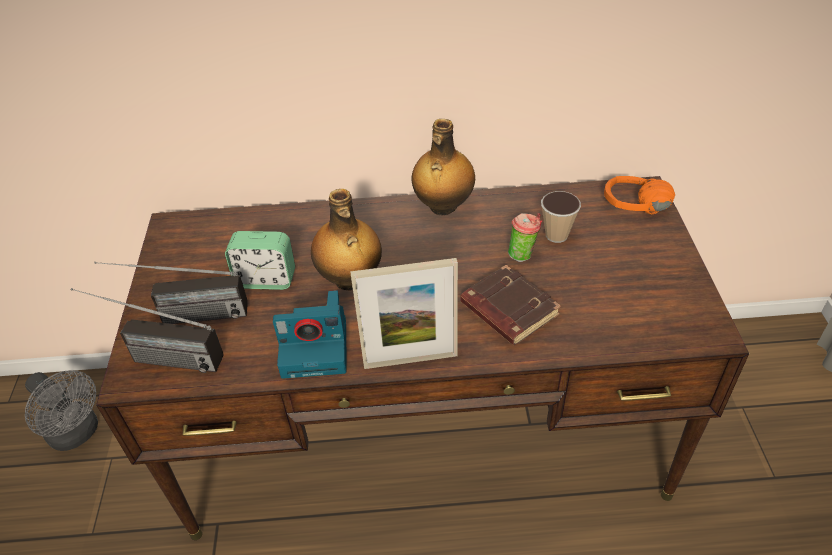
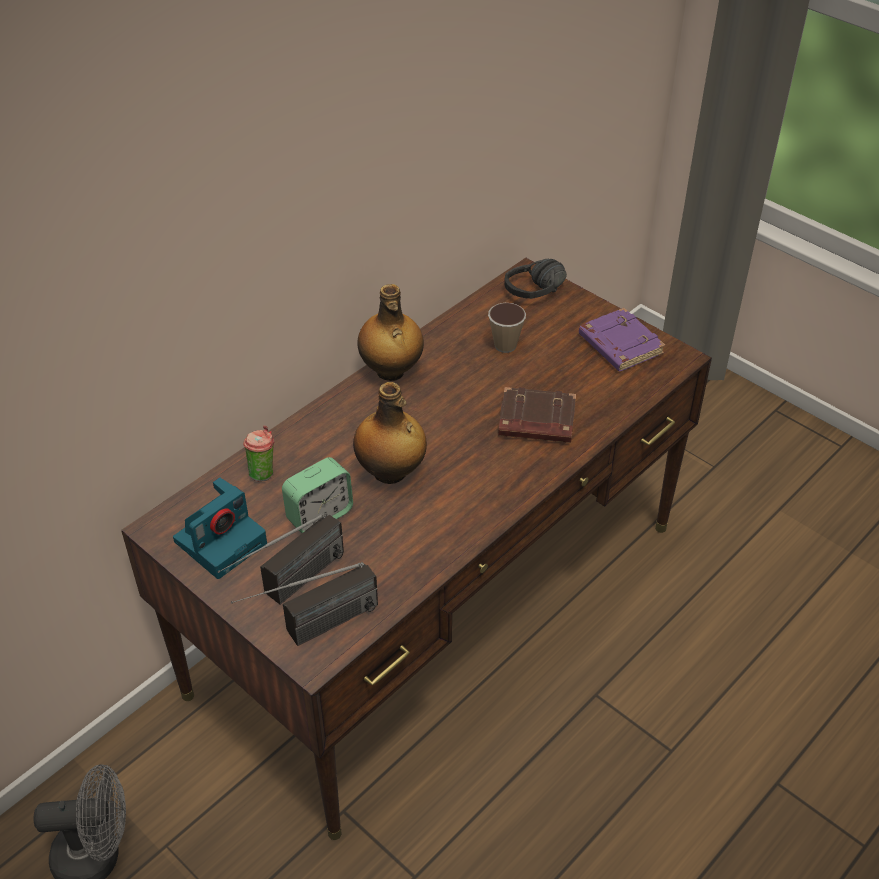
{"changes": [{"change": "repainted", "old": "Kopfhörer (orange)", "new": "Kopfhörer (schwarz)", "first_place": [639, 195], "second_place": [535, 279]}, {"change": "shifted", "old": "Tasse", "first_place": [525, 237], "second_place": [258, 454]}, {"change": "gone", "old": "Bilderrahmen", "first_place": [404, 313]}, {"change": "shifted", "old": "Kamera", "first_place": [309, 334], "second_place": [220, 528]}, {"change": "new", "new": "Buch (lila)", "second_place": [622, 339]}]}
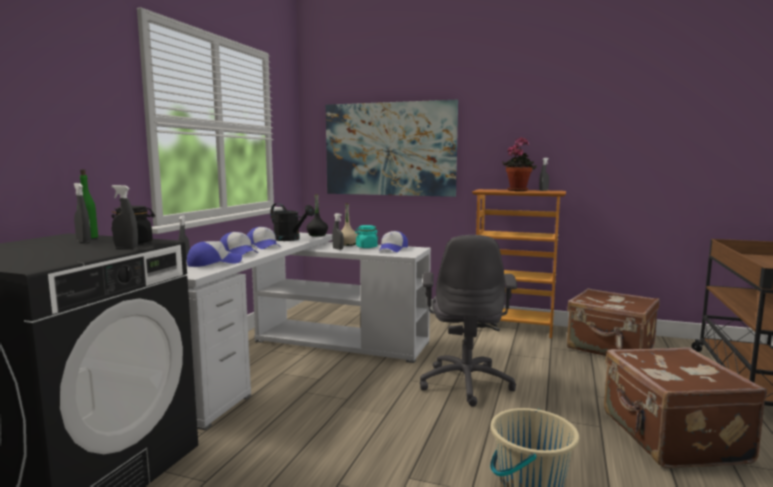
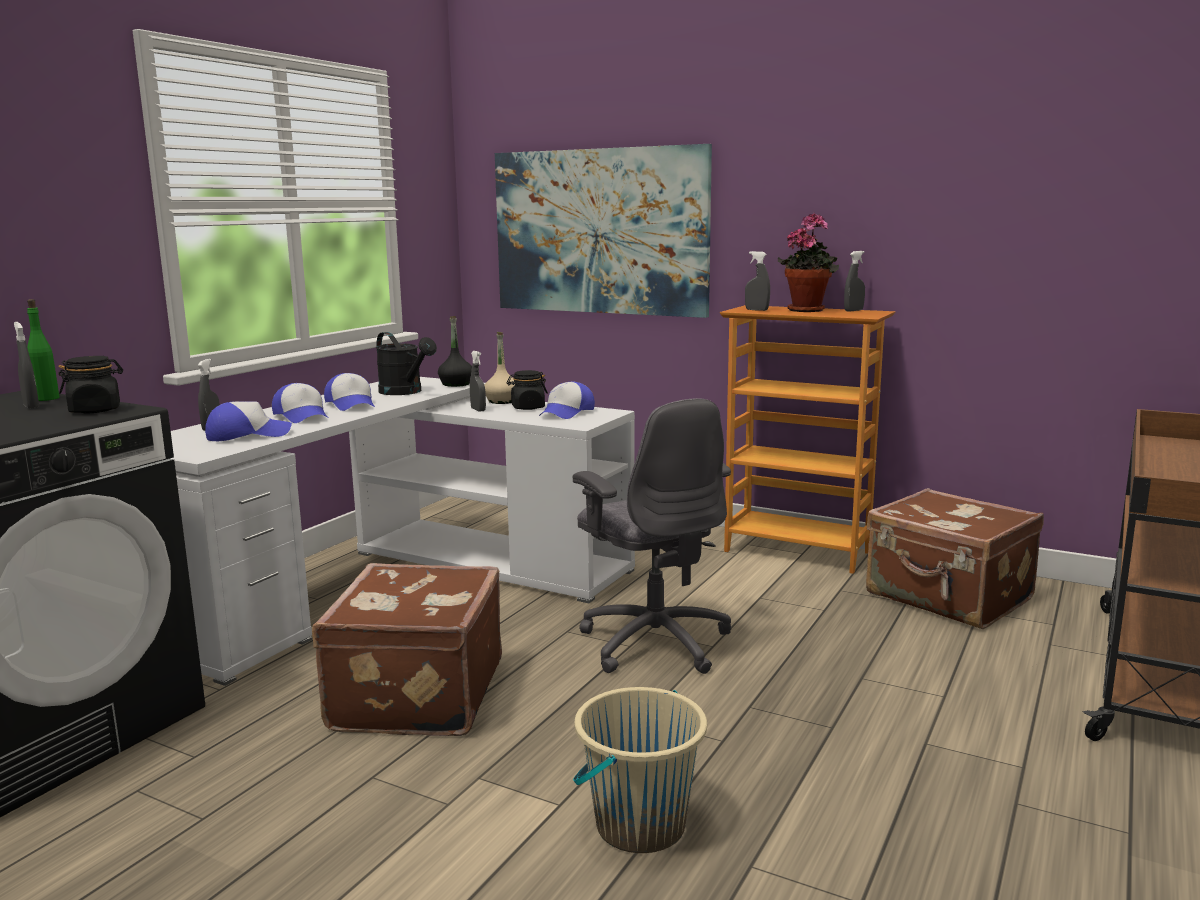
{"changes": [{"change": "shifted", "old": "Sprühflasche (grau)", "first_place": [125, 217], "second_place": [757, 281]}, {"change": "repainted", "old": "Vorratsglas (türkis)", "new": "Vorratsglas (schwarz)", "first_place": [366, 236], "second_place": [527, 390]}, {"change": "rotated", "old": "Bürostuhl (grau)", "first_place": [468, 320], "second_place": [652, 536], "degrees": -45}, {"change": "shifted", "old": "Koffer (braun)", "first_place": [685, 408], "second_place": [407, 649]}]}
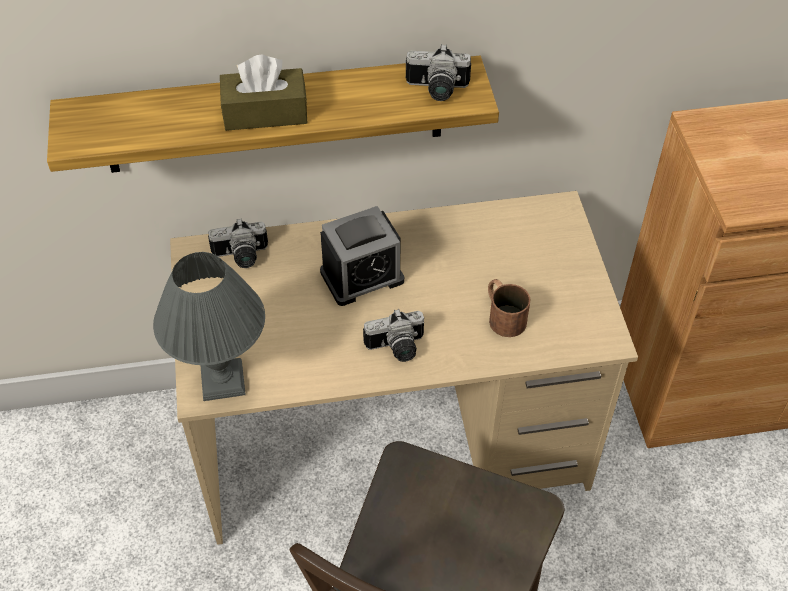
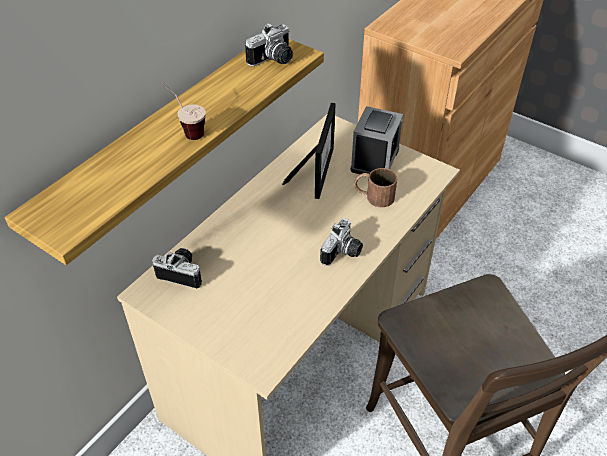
{"changes": [{"change": "swapped", "old": "Taschentuchbox (braun)", "new": "Tasse", "first_place": [264, 93], "second_place": [184, 111]}, {"change": "shifted", "old": "Wecker", "first_place": [362, 256], "second_place": [377, 140]}, {"change": "rotated", "old": "Kamera", "first_place": [238, 243], "second_place": [177, 268], "degrees": -105}, {"change": "gone", "old": "Tischlampe (grau)", "first_place": [209, 326]}, {"change": "new", "new": "Bilderrahmen", "second_place": [309, 151]}]}
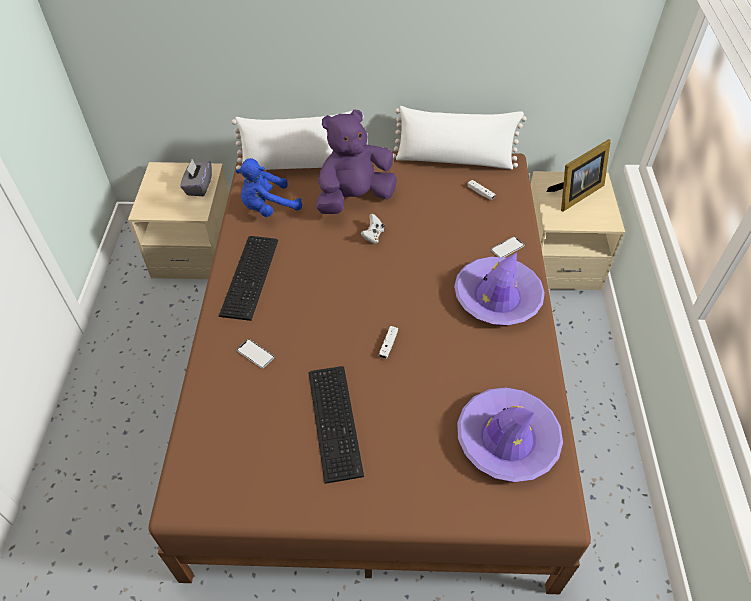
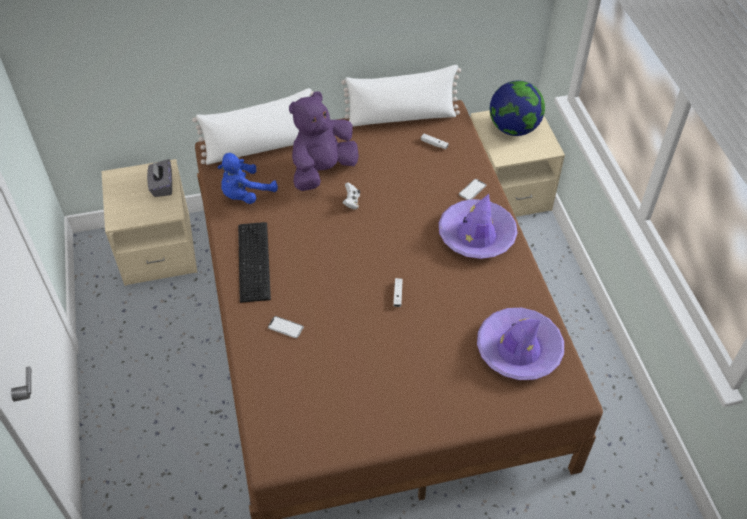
{"changes": [{"change": "swapped", "old": "Bilderrahmen", "new": "Globus", "first_place": [578, 175], "second_place": [517, 108]}, {"change": "gone", "old": "Tastatur", "first_place": [336, 425]}]}
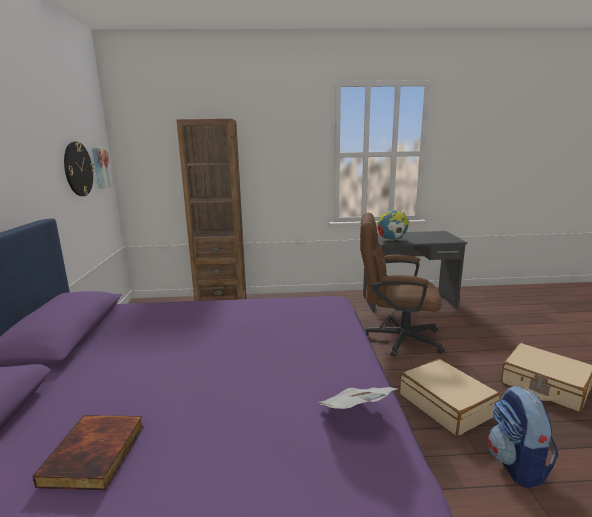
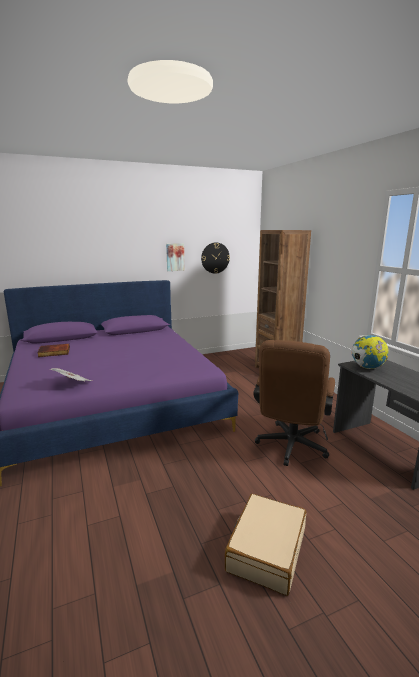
{"changes": [{"change": "shifted", "old": "Bild", "first_place": [102, 168], "second_place": [175, 257]}, {"change": "rotated", "old": "Bürostuhl (braun)", "first_place": [402, 285], "second_place": [294, 403], "degrees": -150}, {"change": "gone", "old": "Koffer (beige)", "first_place": [450, 397]}, {"change": "gone", "old": "Rucksack", "first_place": [523, 437]}]}
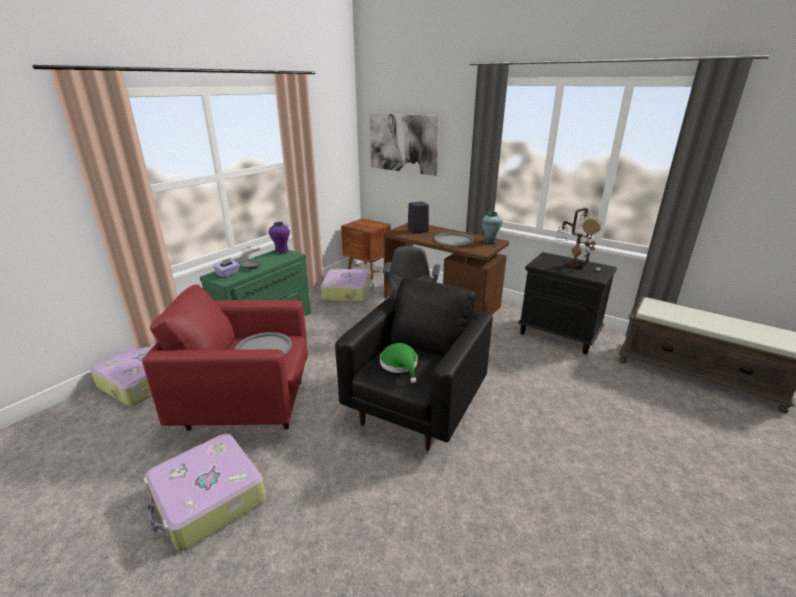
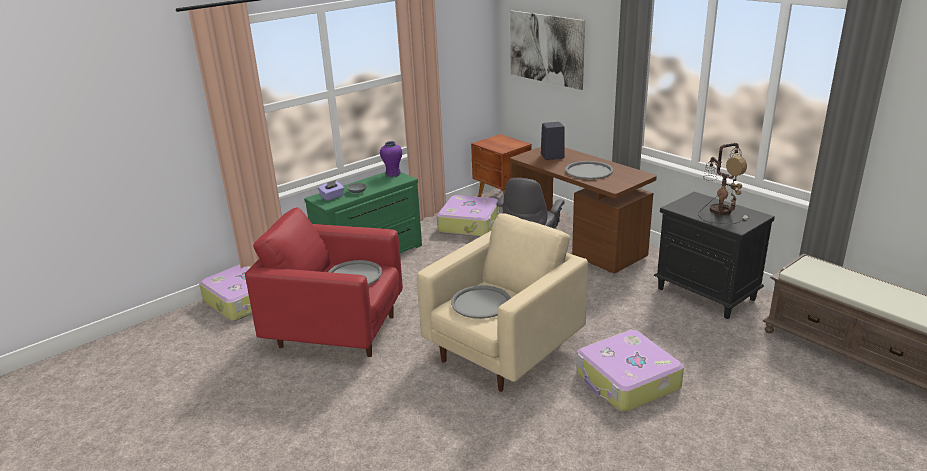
{"changes": [{"change": "gone", "old": "Vase (türkis)", "first_place": [492, 228]}, {"change": "repainted", "old": "Sessel (schwarz)", "new": "Sessel (beige)", "first_place": [414, 364], "second_place": [502, 302]}, {"change": "swapped", "old": "Hut (grün)", "new": "Tablett (grau)", "first_place": [399, 363], "second_place": [481, 302]}, {"change": "shifted", "old": "Koffer", "first_place": [204, 492], "second_place": [630, 371]}]}
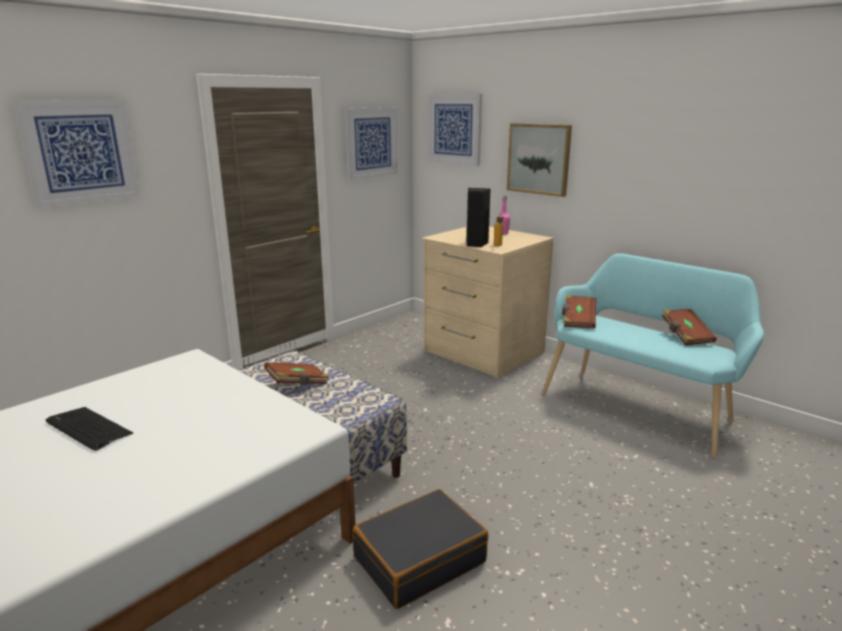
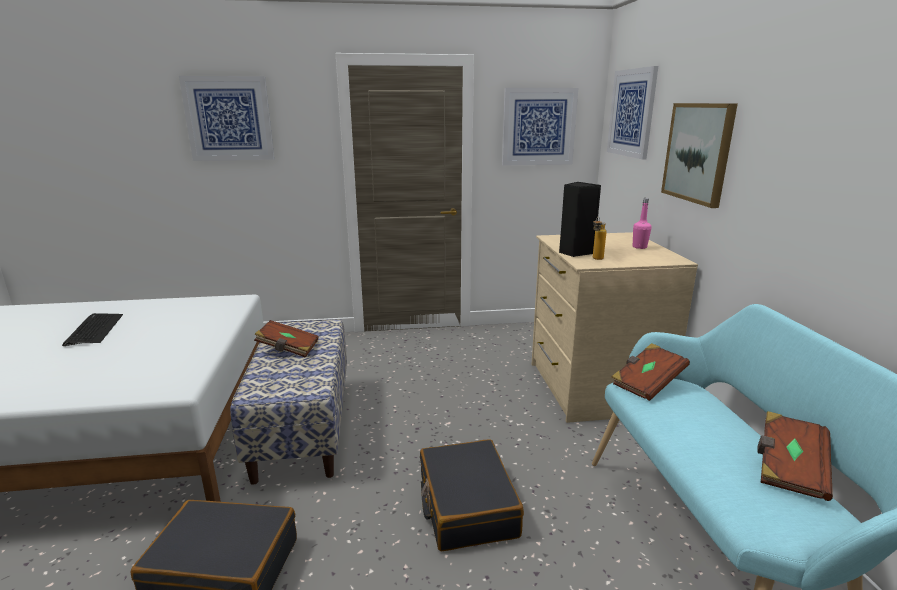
{"changes": [{"change": "new", "new": "Koffer (schwarz)", "second_place": [472, 495]}]}
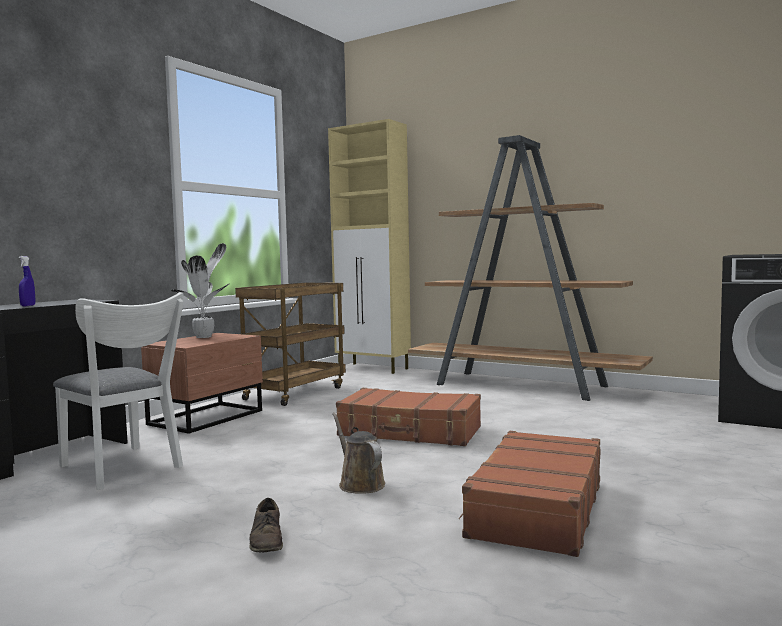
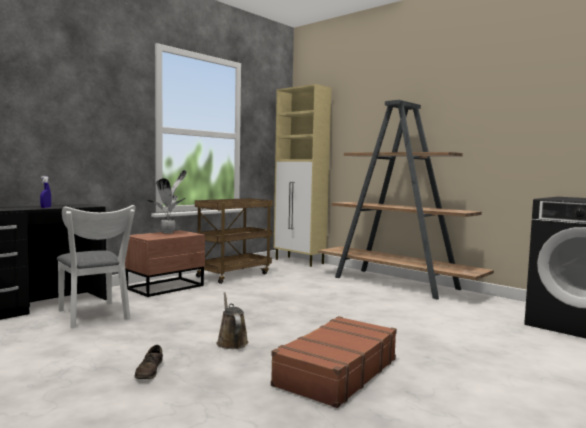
{"changes": [{"change": "gone", "old": "Koffer (braun)", "first_place": [408, 417]}]}
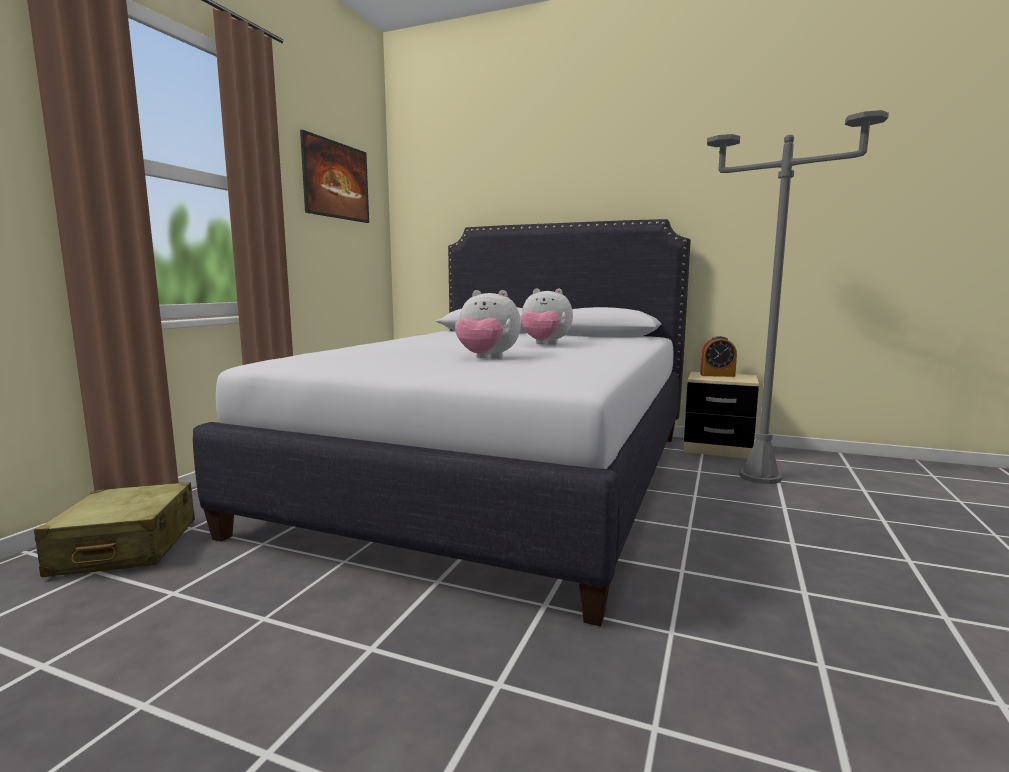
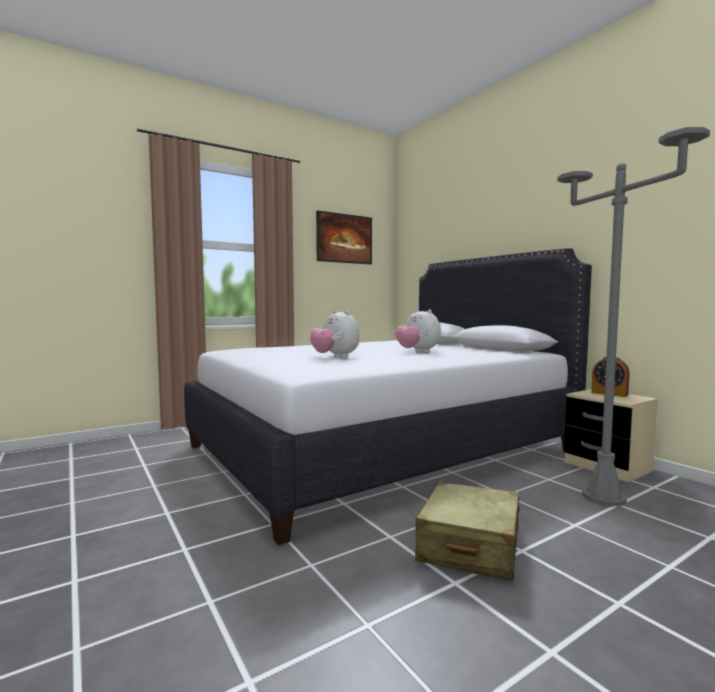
{"changes": [{"change": "shifted", "old": "Koffer (beige)", "first_place": [114, 529], "second_place": [467, 531]}]}
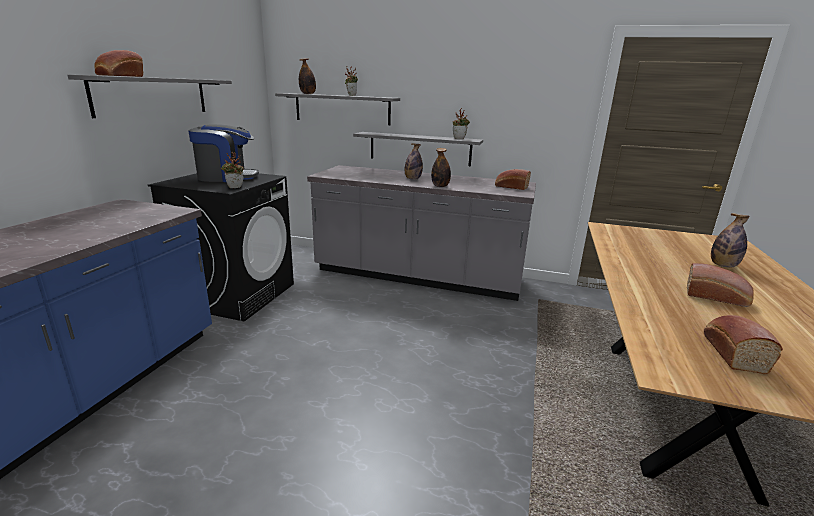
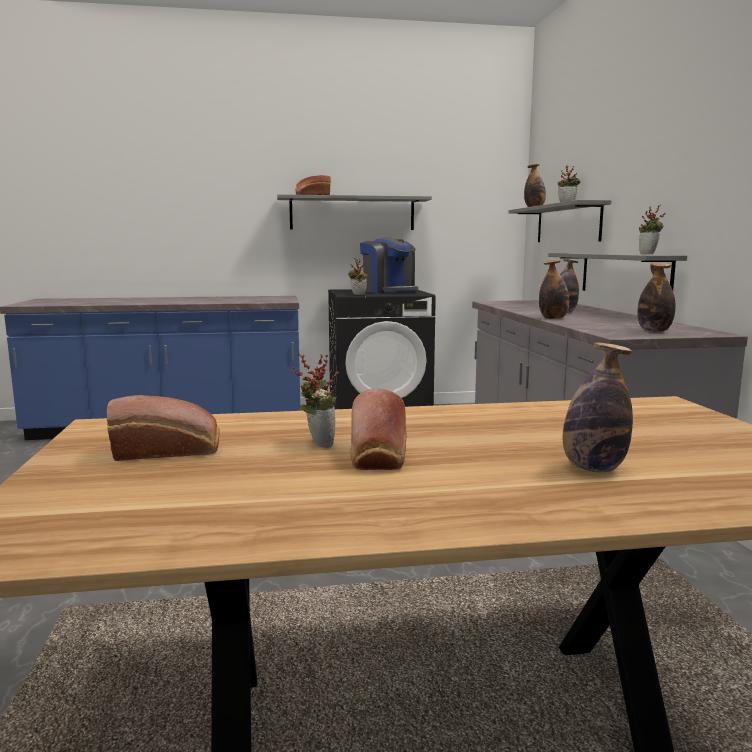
{"changes": [{"change": "swapped", "old": "Brot", "new": "Flasche", "first_place": [513, 179], "second_place": [656, 297]}, {"change": "new", "new": "Topfpflanze", "second_place": [315, 400]}]}
